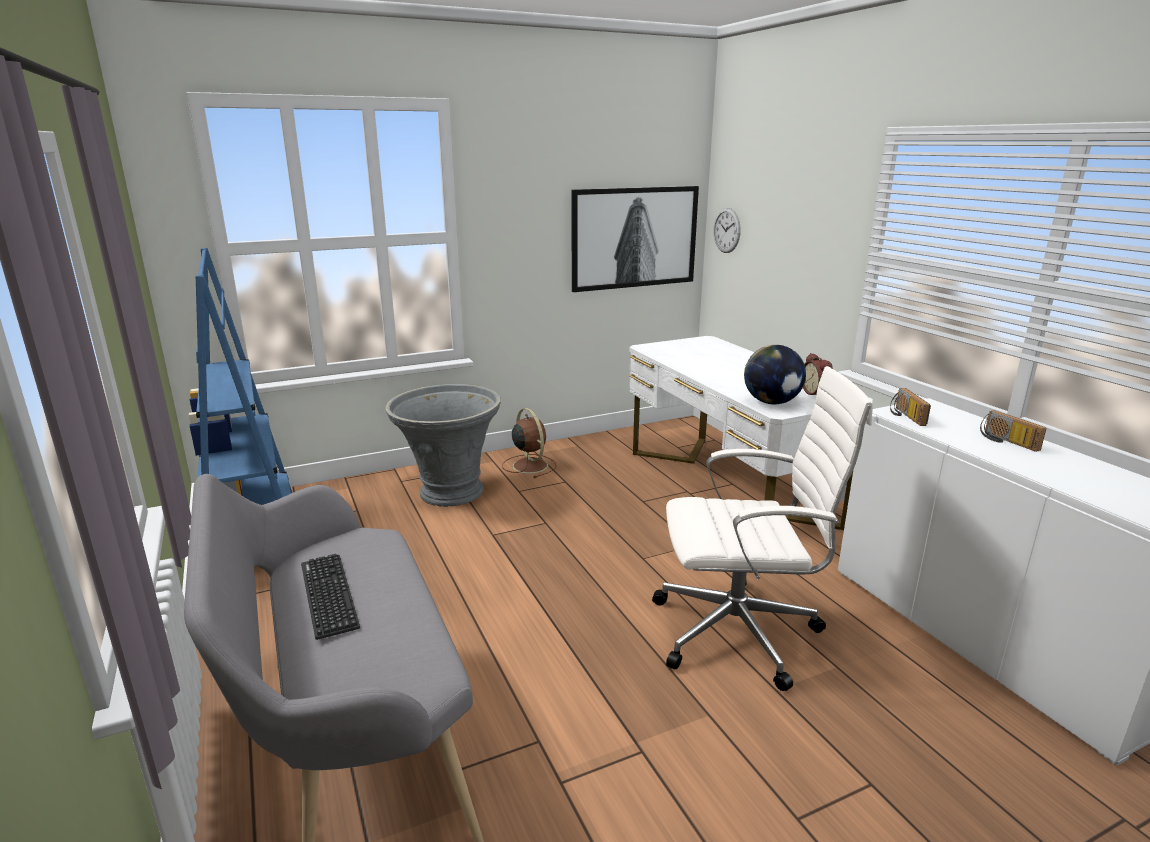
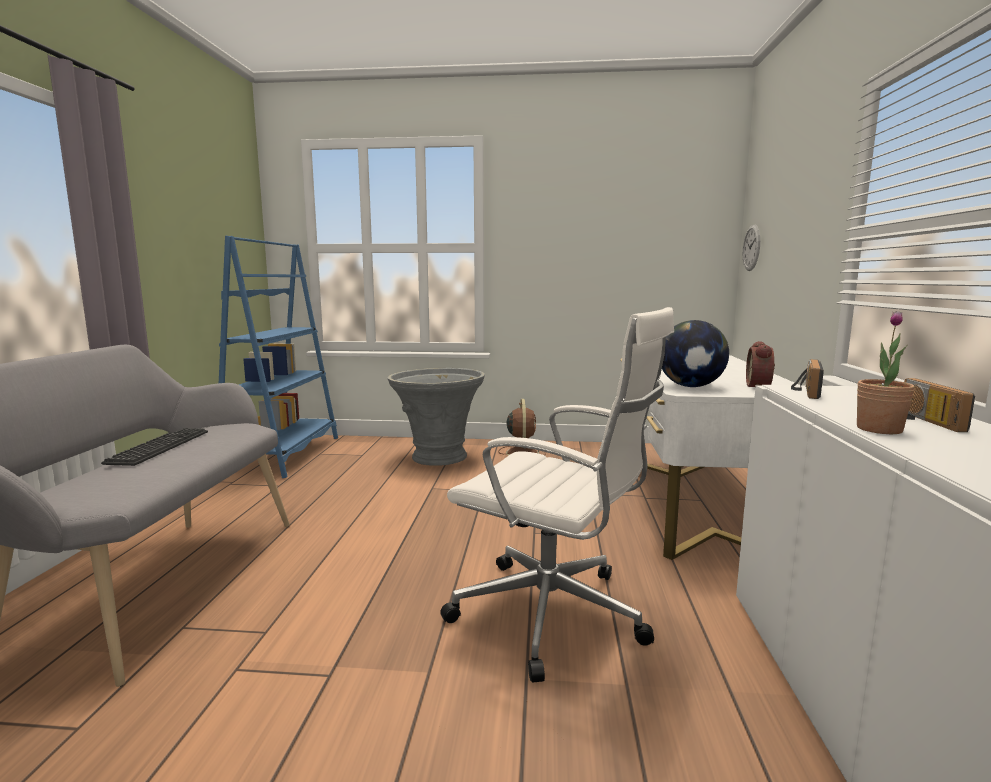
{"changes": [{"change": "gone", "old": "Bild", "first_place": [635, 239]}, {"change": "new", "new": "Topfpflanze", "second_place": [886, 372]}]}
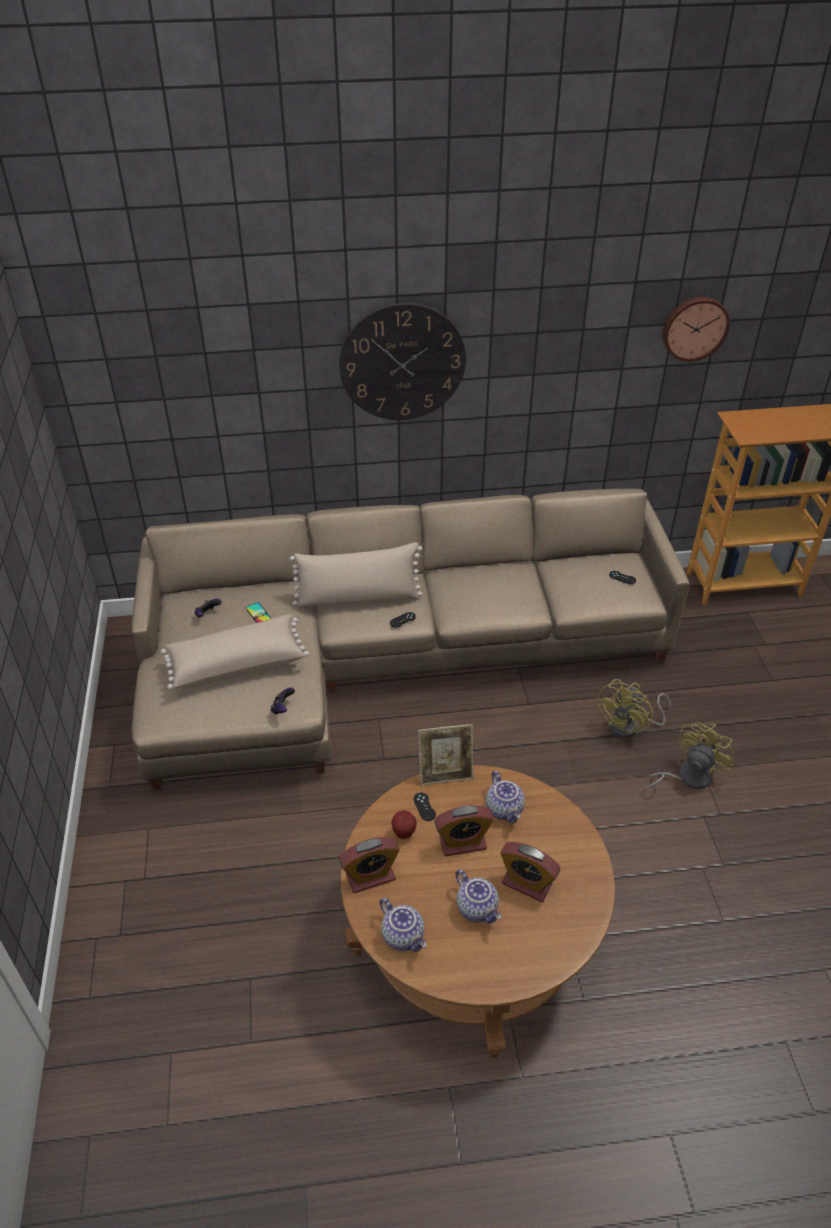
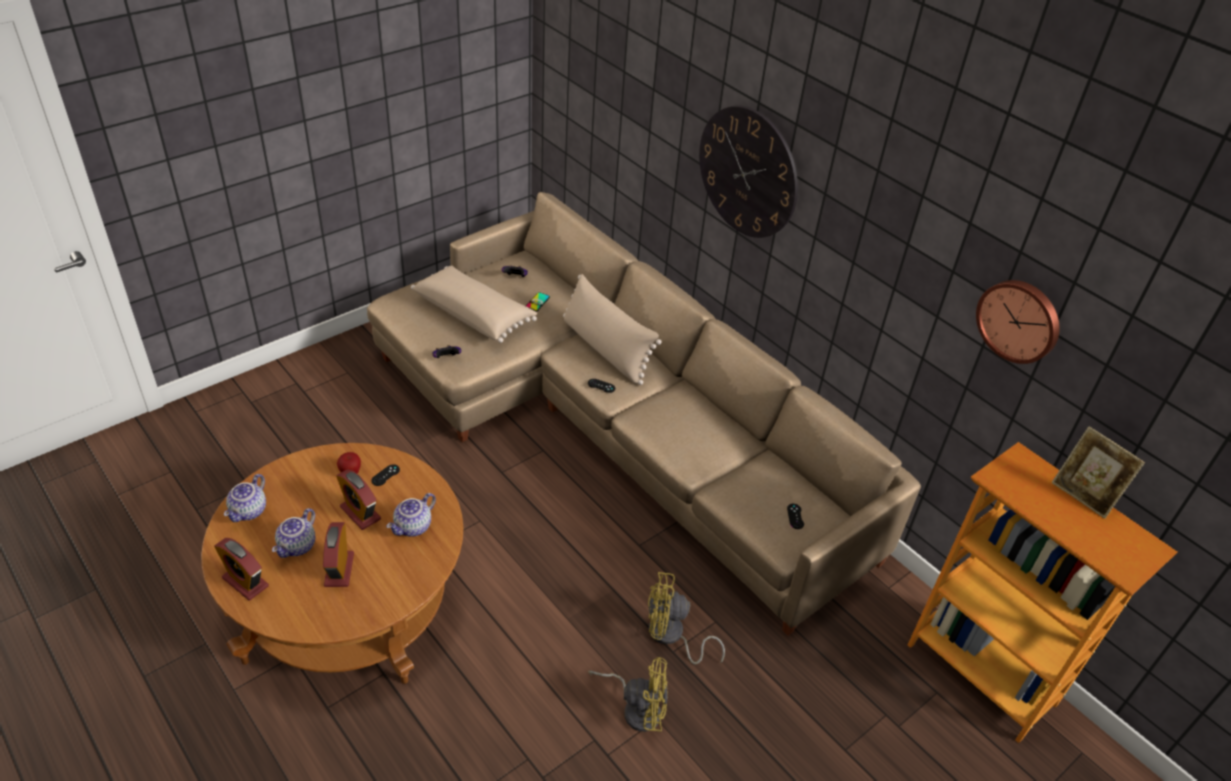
{"changes": [{"change": "shifted", "old": "Bilderrahmen", "first_place": [446, 755], "second_place": [1098, 473]}, {"change": "shifted", "old": "Wecker", "first_place": [369, 865], "second_place": [241, 569]}]}
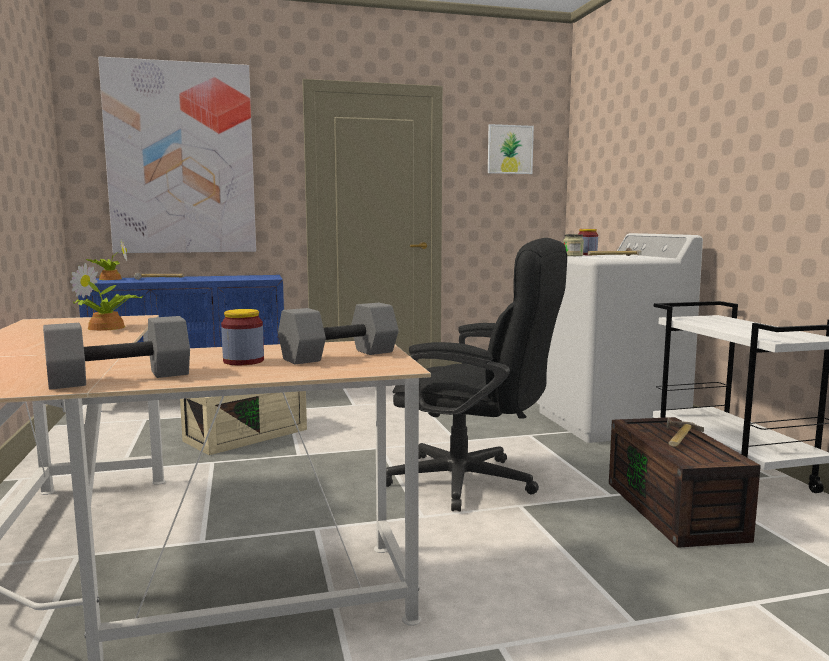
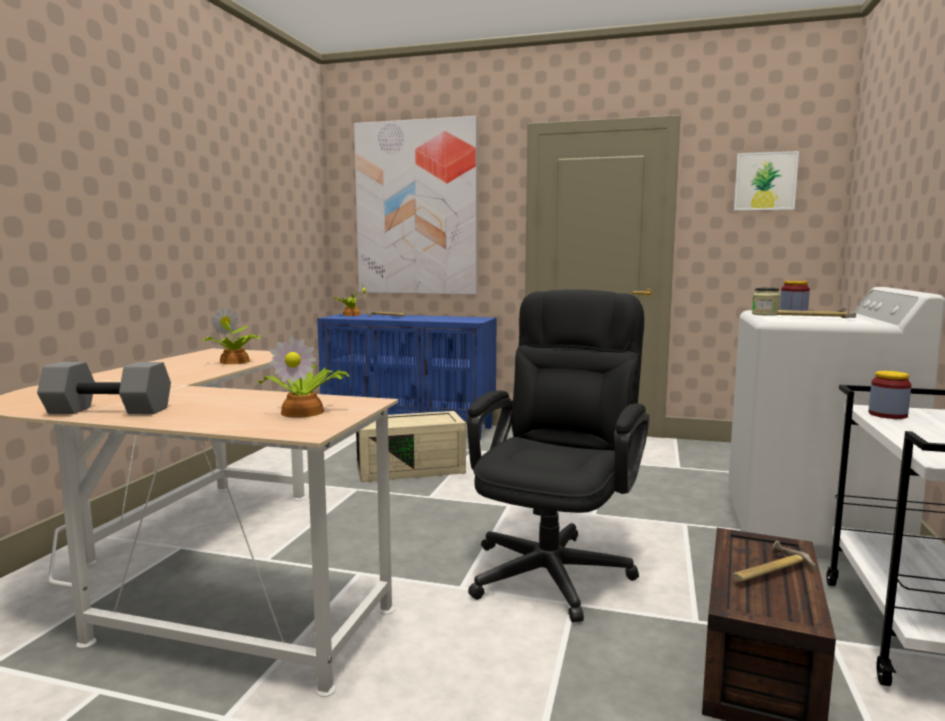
{"changes": [{"change": "rotated", "old": "Bürostuhl (schwarz)", "first_place": [476, 375], "second_place": [558, 456], "degrees": -120}, {"change": "swapped", "old": "Hantel (grau)", "new": "Topfpflanze", "first_place": [338, 333], "second_place": [303, 377]}, {"change": "shifted", "old": "Vorratsglas", "first_place": [242, 337], "second_place": [890, 395]}]}
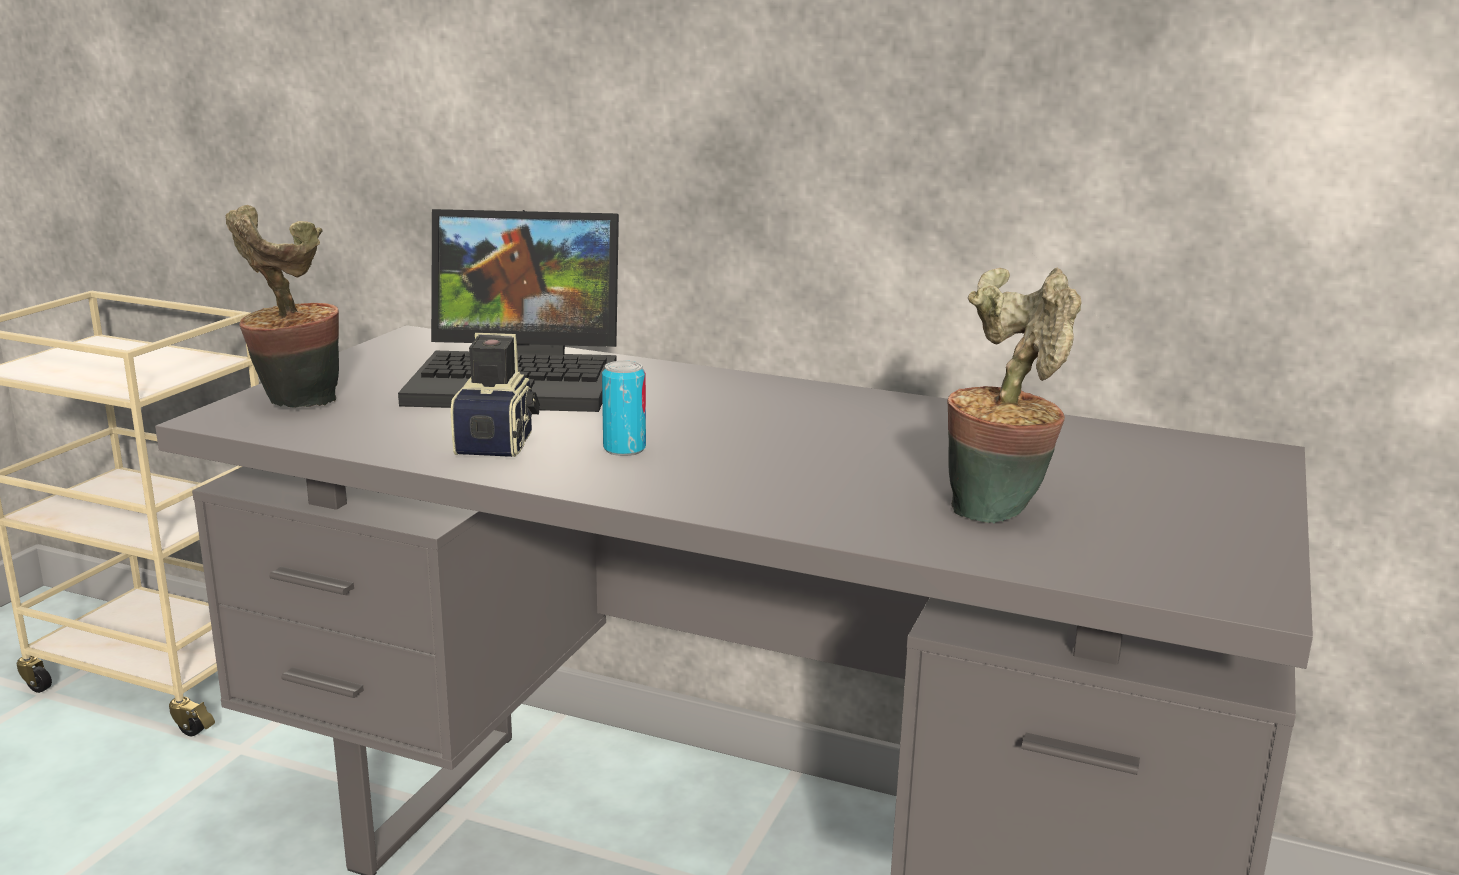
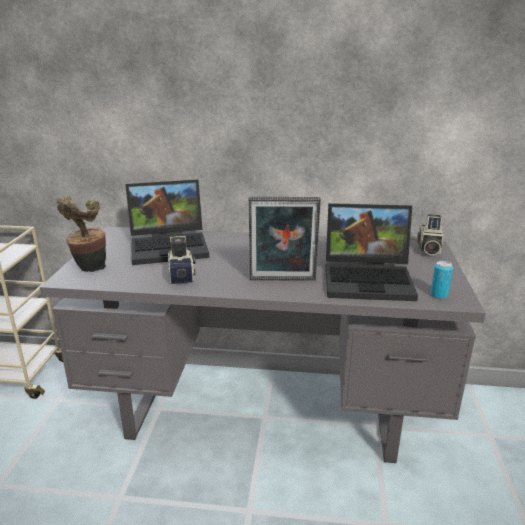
{"changes": [{"change": "swapped", "old": "Topfpflanze", "new": "Laptop", "first_place": [1014, 395], "second_place": [371, 252]}, {"change": "shifted", "old": "Dose", "first_place": [624, 408], "second_place": [441, 280]}, {"change": "new", "new": "Bilderrahmen", "second_place": [285, 239]}, {"change": "new", "new": "Kamera", "second_place": [430, 234]}]}
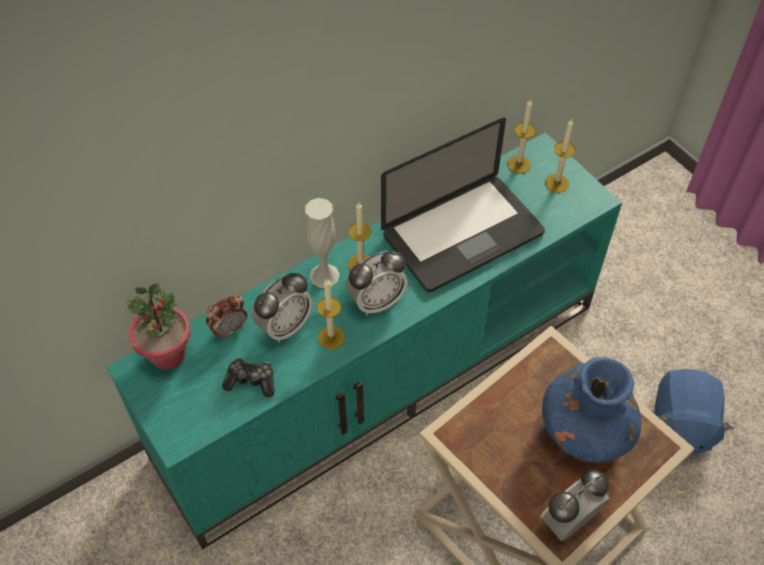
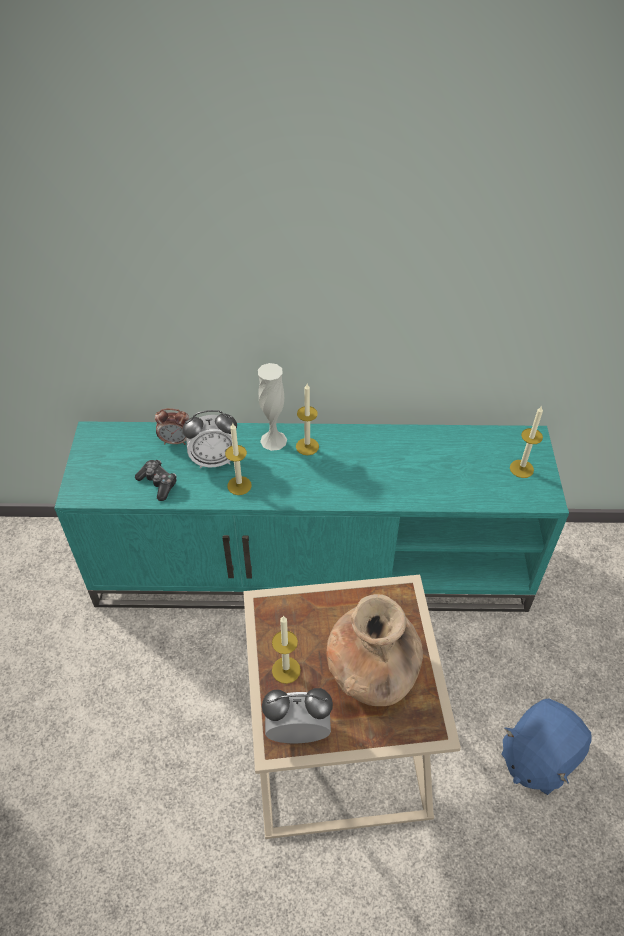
{"changes": [{"change": "shifted", "old": "Kerze", "first_place": [521, 136], "second_place": [286, 649]}, {"change": "gone", "old": "Laptop", "first_place": [463, 205]}, {"change": "gone", "old": "Wecker", "first_place": [376, 283]}, {"change": "gone", "old": "Topfpflanze", "first_place": [158, 326]}, {"change": "repainted", "old": "Vase (blau)", "new": "Vase (braun)", "first_place": [591, 410], "second_place": [374, 650]}]}
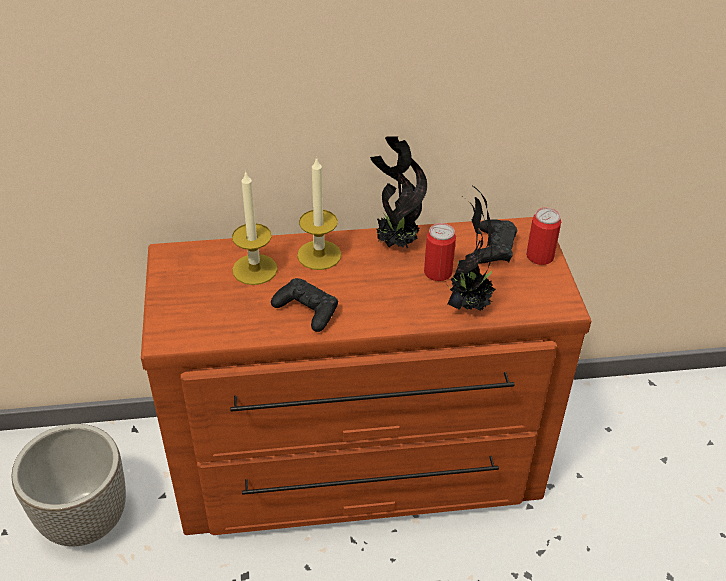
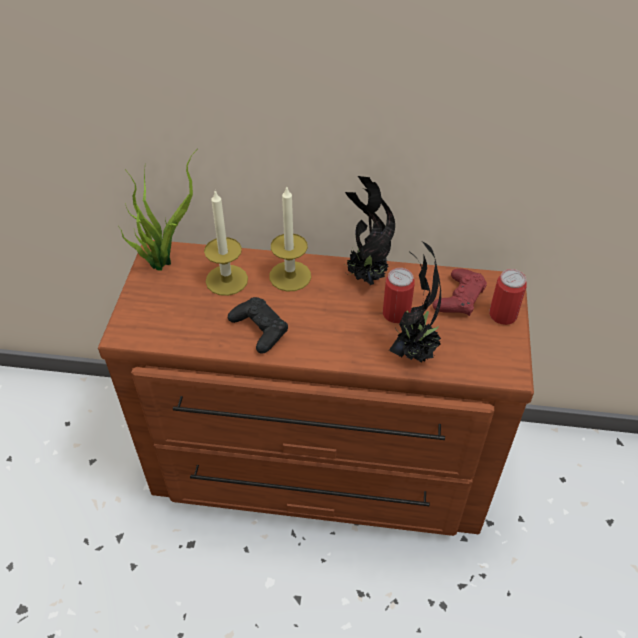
{"changes": [{"change": "repainted", "old": "Gamepad (schwarz)", "new": "Gamepad (rot)", "first_place": [498, 241], "second_place": [459, 292]}, {"change": "gone", "old": "Pflanzkübel", "first_place": [68, 485]}, {"change": "new", "new": "Topfpflanze", "second_place": [158, 210]}]}
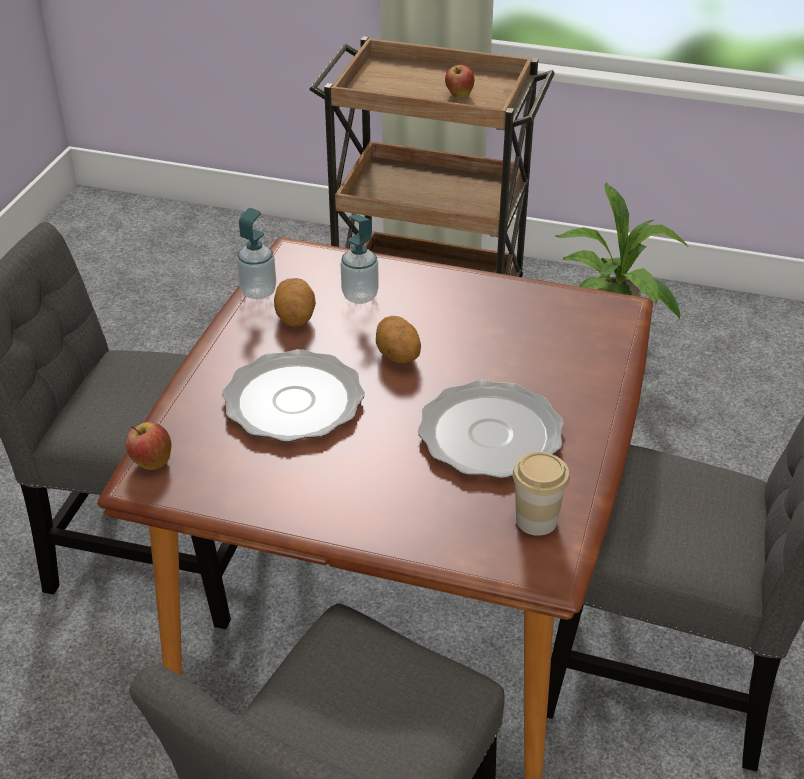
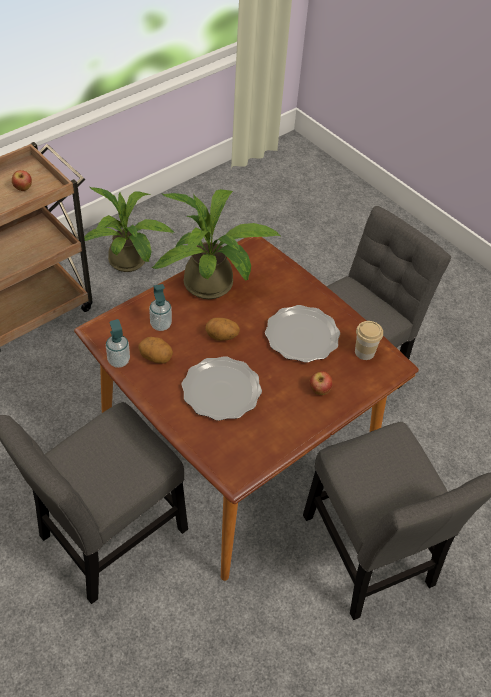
{"changes": [{"change": "shifted", "old": "Apfel", "first_place": [148, 446], "second_place": [321, 383]}, {"change": "new", "new": "Topfpflanze", "second_place": [216, 244]}]}
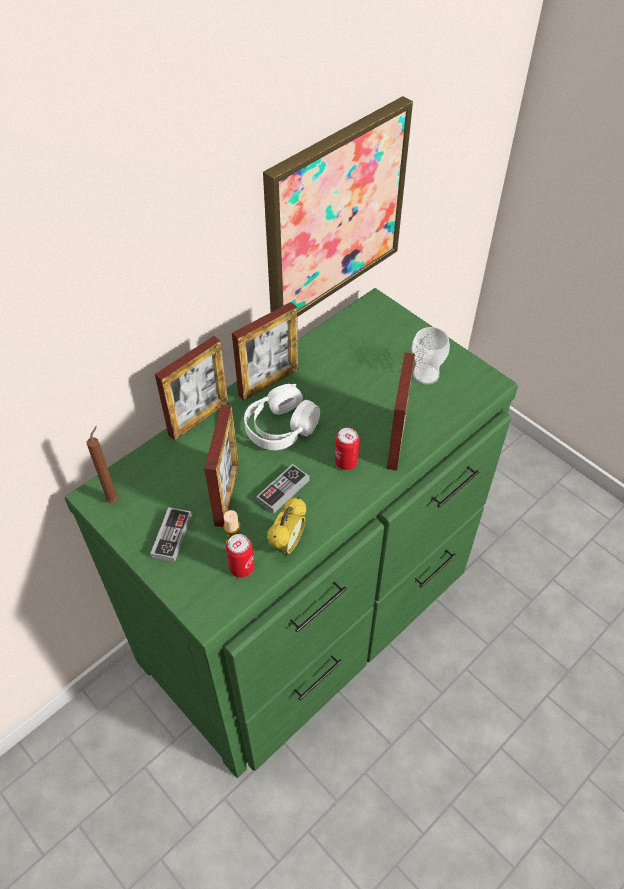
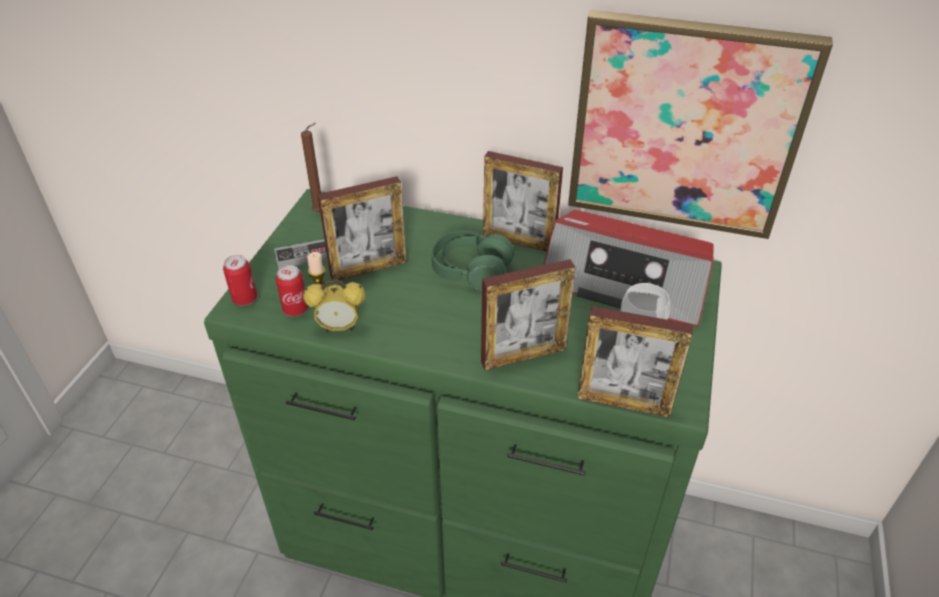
{"changes": [{"change": "shifted", "old": "Bilderrahmen", "first_place": [191, 388], "second_place": [635, 362]}, {"change": "repainted", "old": "Kopfhörer (weiß)", "new": "Kopfhörer (grün)", "first_place": [282, 417], "second_place": [473, 260]}, {"change": "shifted", "old": "Dose", "first_place": [347, 449], "second_place": [240, 280]}, {"change": "gone", "old": "Gamepad", "first_place": [283, 489]}, {"change": "new", "new": "Radio", "second_place": [629, 268]}]}
